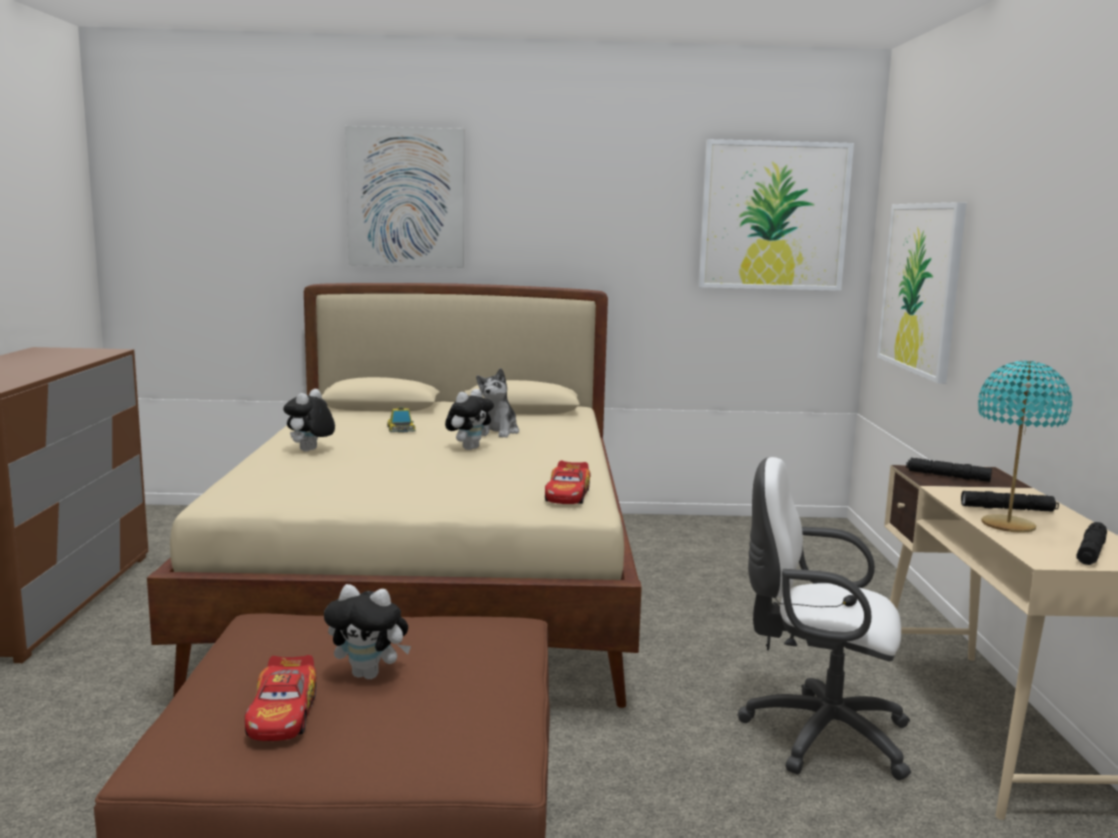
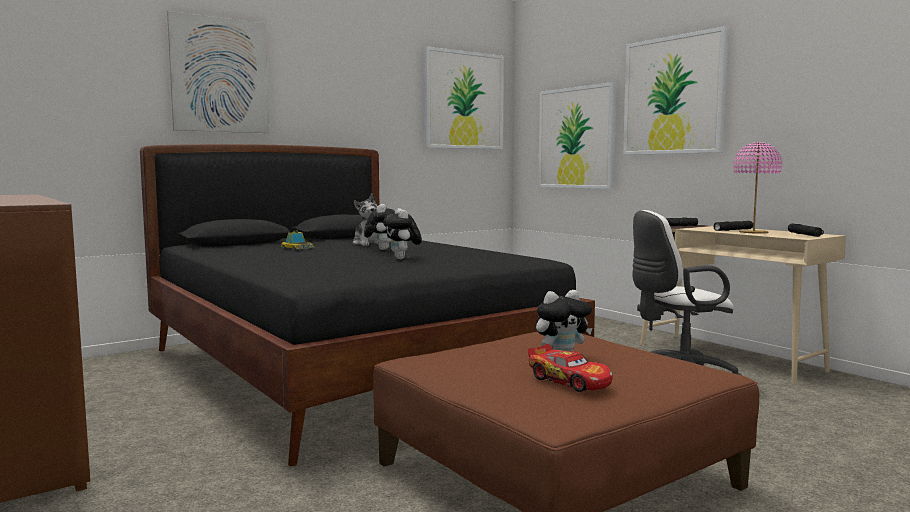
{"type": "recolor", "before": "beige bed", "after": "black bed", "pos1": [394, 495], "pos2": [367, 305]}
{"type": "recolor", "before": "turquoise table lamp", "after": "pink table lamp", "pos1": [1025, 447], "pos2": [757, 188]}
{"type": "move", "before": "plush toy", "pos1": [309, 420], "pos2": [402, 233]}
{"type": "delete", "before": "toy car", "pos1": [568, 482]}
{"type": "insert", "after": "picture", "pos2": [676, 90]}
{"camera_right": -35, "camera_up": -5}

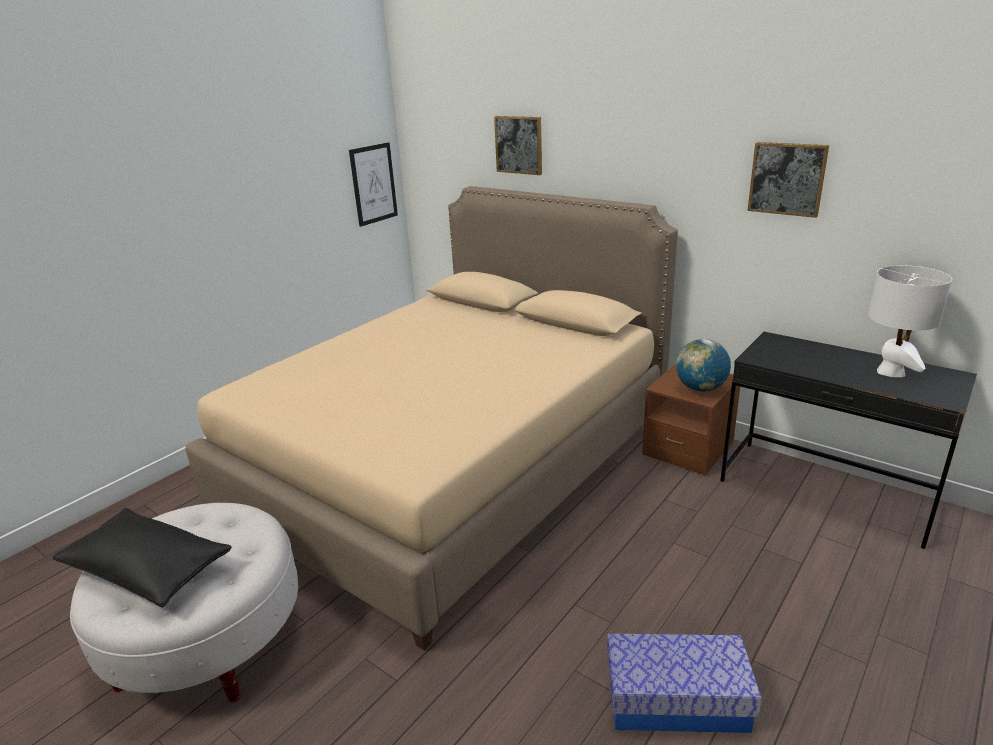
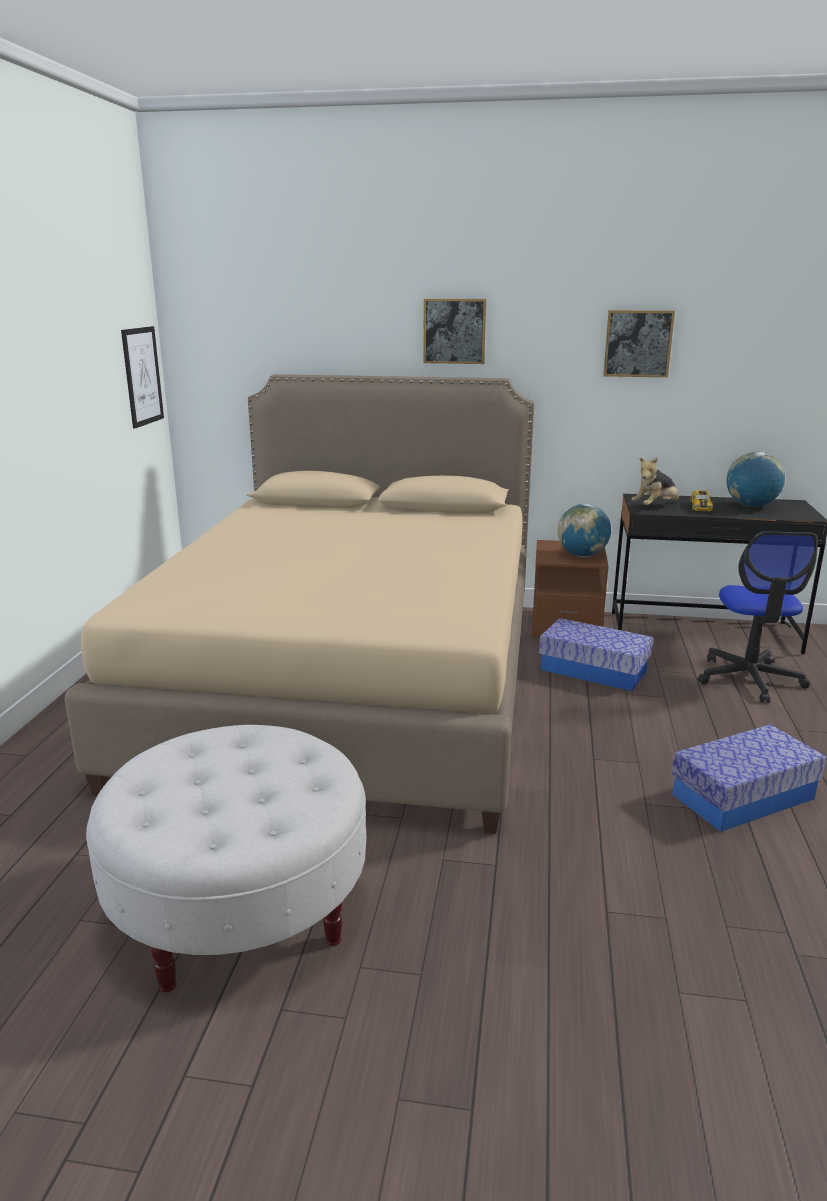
{"type": "move", "before": "picture", "pos1": [518, 145], "pos2": [454, 331]}
{"type": "replace", "before": "white table lamp", "after": "globe", "pos1": [910, 321], "pos2": [756, 479]}
{"type": "delete", "before": "black pillow", "pos1": [142, 558]}
{"type": "insert", "after": "plush toy", "pos2": [655, 481]}
{"type": "insert", "after": "toy car", "pos2": [701, 501]}
{"type": "insert", "after": "office chair", "pos2": [758, 617]}
{"type": "insert", "after": "storage box", "pos2": [596, 654]}
{"camera_right": -30, "camera_up": -5}

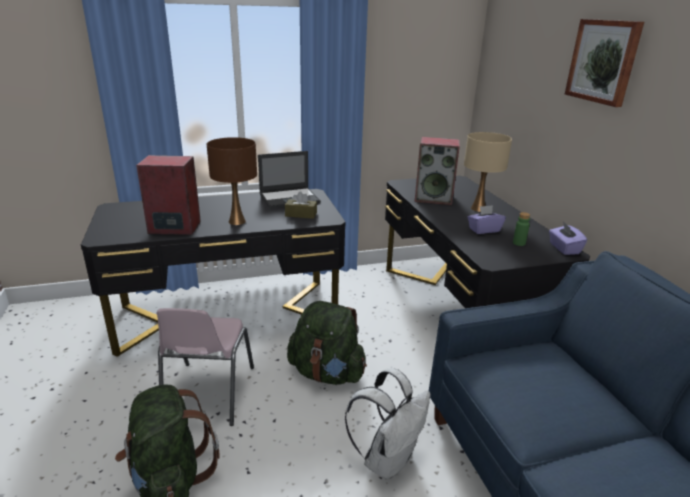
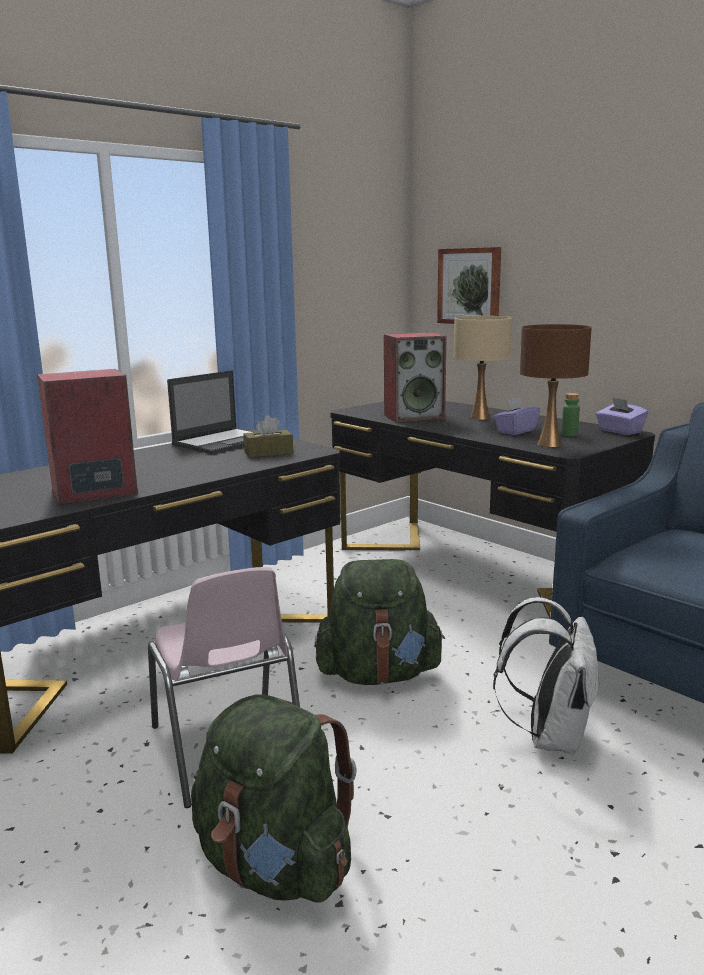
{"type": "move", "before": "picture", "pos1": [604, 63], "pos2": [469, 285]}
{"type": "move", "before": "brown table lamp", "pos1": [232, 181], "pos2": [556, 385]}
{"camera_right": -25, "camera_up": -10}

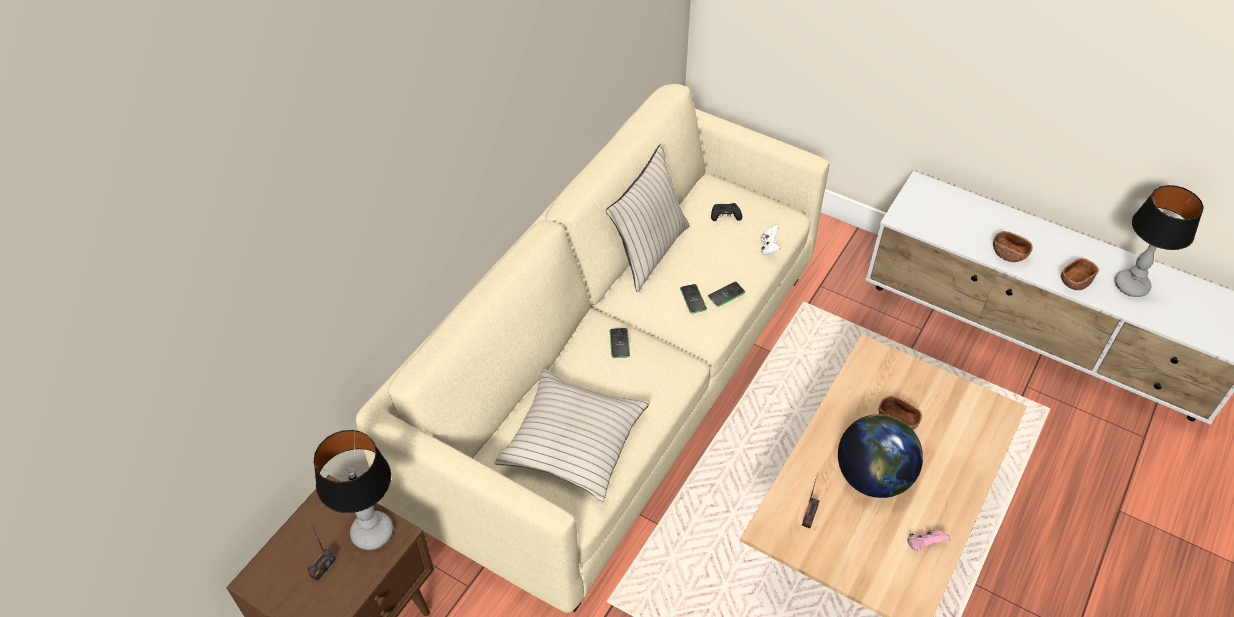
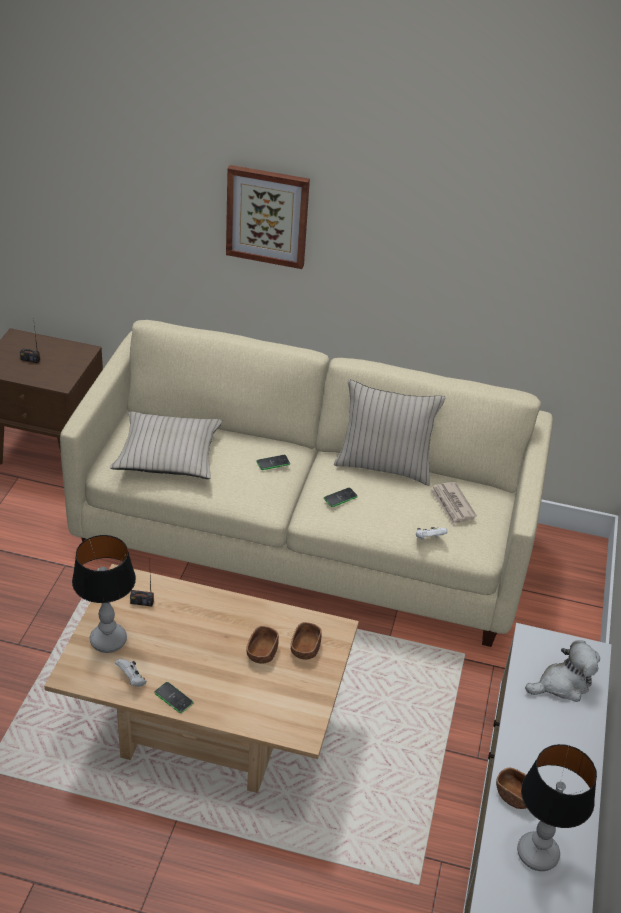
{"type": "replace", "before": "black game controller", "after": "newspaper", "pos1": [726, 212], "pos2": [453, 503]}
{"type": "move", "before": "brown bowl", "pos1": [1012, 246], "pos2": [306, 641]}
{"type": "move", "before": "phone", "pos1": [726, 294], "pos2": [173, 697]}
{"type": "delete", "before": "globe", "pos1": [880, 456]}
{"type": "move", "before": "table lamp", "pos1": [353, 490], "pos2": [104, 594]}
{"type": "recolor", "before": "pink game controller", "after": "white game controller", "pos1": [928, 540], "pos2": [130, 673]}
{"type": "insert", "after": "picture", "pos2": [268, 217]}
{"type": "insert", "after": "plush toy", "pos2": [562, 671]}
{"camera_right": 70, "camera_up": -10}

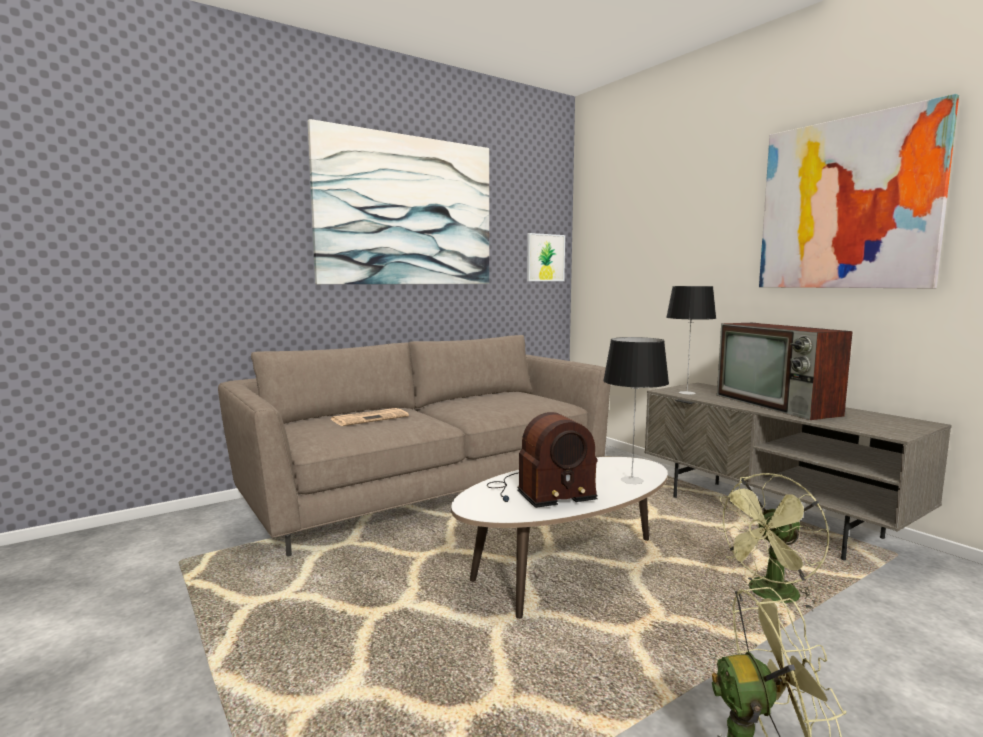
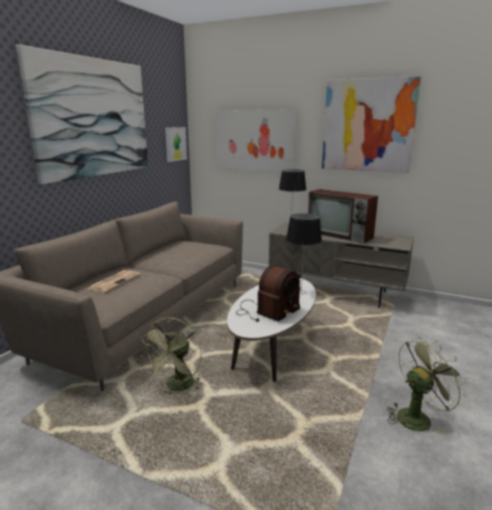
{"type": "move", "before": "green fan", "pos1": [771, 542], "pos2": [171, 354]}
{"type": "insert", "after": "picture", "pos2": [256, 140]}
{"camera_right": -30, "camera_up": 10}

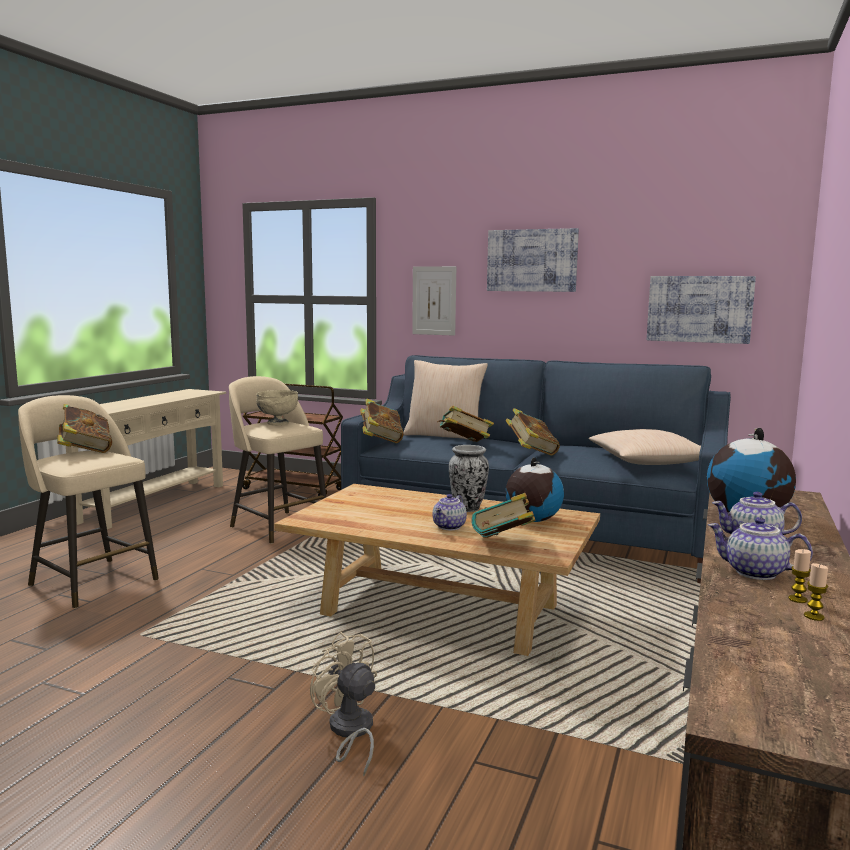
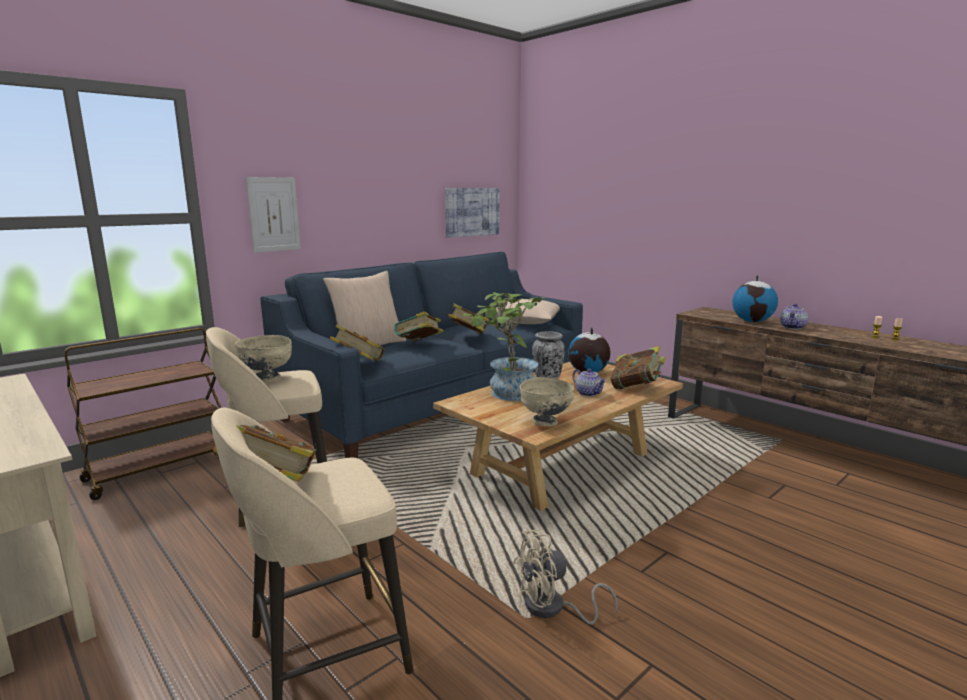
{"type": "delete", "before": "picture", "pos1": [533, 260]}
{"type": "delete", "before": "teapot", "pos1": [760, 548]}
{"type": "move", "before": "beige fan", "pos1": [343, 704], "pos2": [565, 577]}
{"type": "insert", "after": "potted plant", "pos2": [505, 346]}
{"type": "insert", "after": "beige bowl", "pos2": [547, 402]}
{"camera_right": -65, "camera_up": 5}

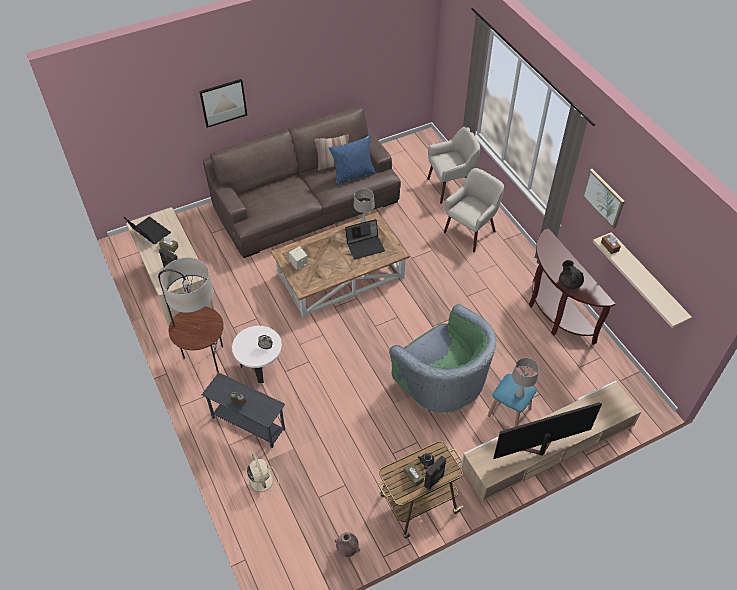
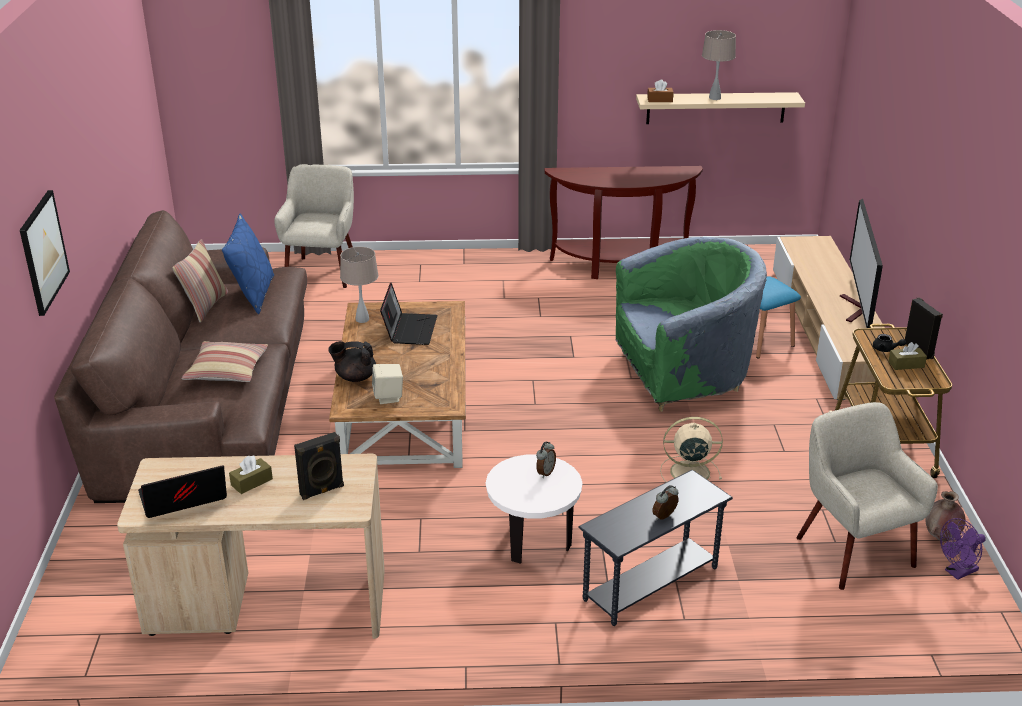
{"type": "move", "before": "beige armchair", "pos1": [474, 210], "pos2": [867, 496]}
{"type": "delete", "before": "picture", "pos1": [603, 199]}
{"type": "delete", "before": "floor lamp", "pos1": [191, 315]}
{"type": "move", "before": "black teapot", "pos1": [571, 274], "pos2": [352, 361]}
{"type": "move", "before": "beige table lamp", "pos1": [525, 378], "pos2": [719, 65]}
{"type": "move", "before": "beige fan", "pos1": [260, 476], "pos2": [691, 449]}
{"type": "insert", "after": "pillow", "pos2": [225, 361]}
{"type": "insert", "after": "purple fan", "pos2": [963, 549]}
{"camera_right": -65, "camera_up": -20}

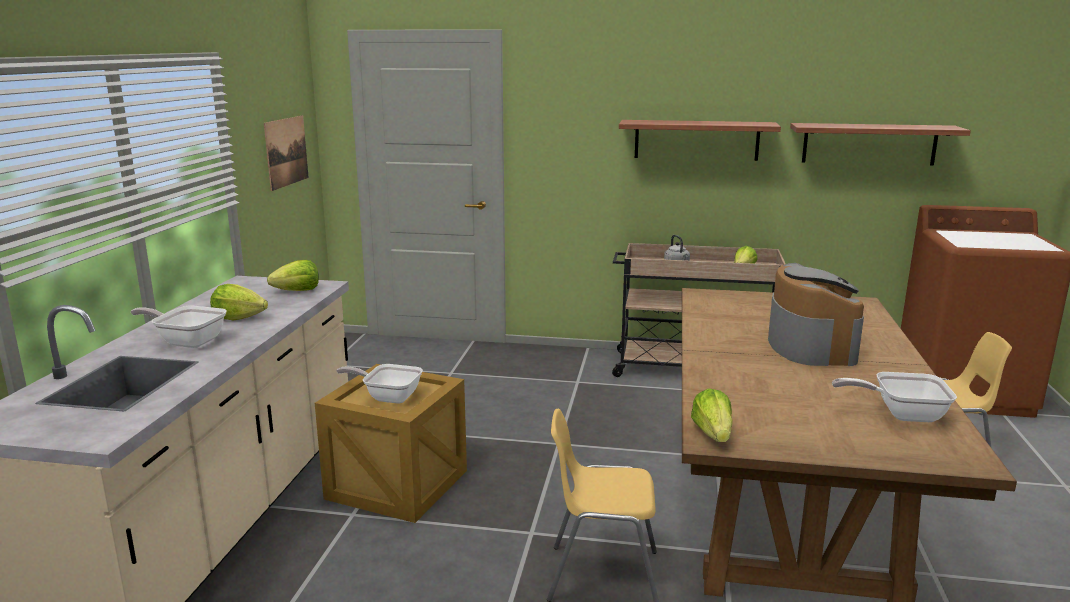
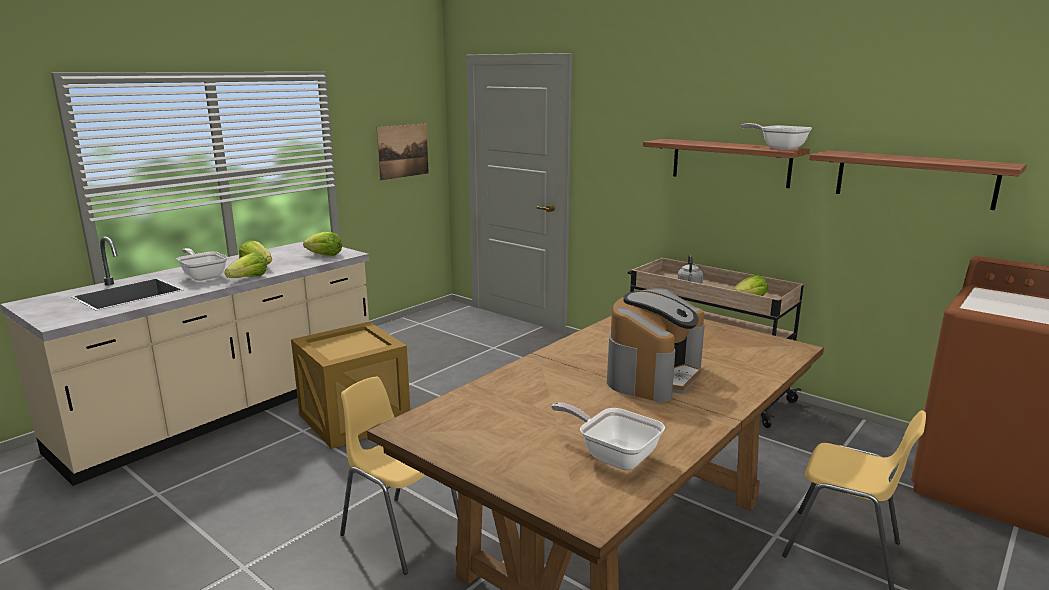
{"type": "move", "before": "frying pan", "pos1": [379, 384], "pos2": [776, 136]}
{"type": "move", "before": "lettuce", "pos1": [712, 415], "pos2": [246, 265]}
{"camera_right": 30, "camera_up": 0}

